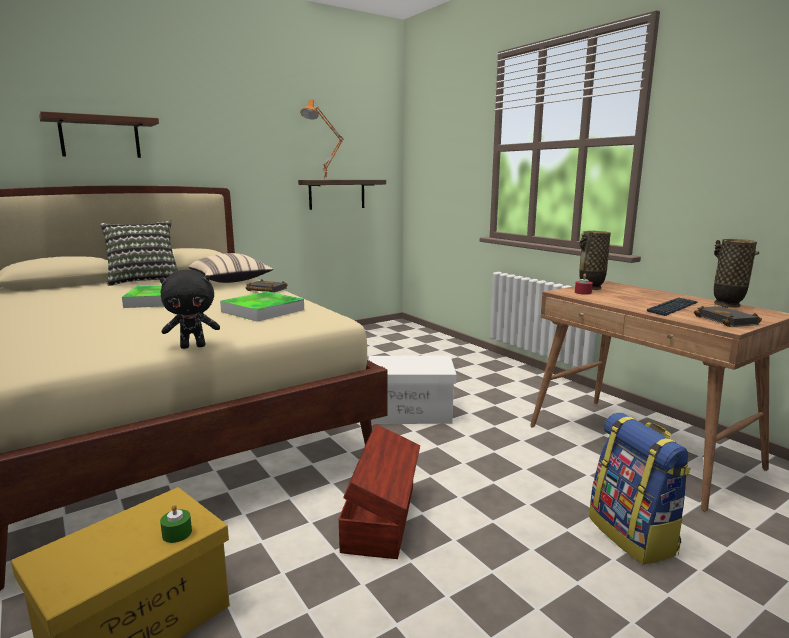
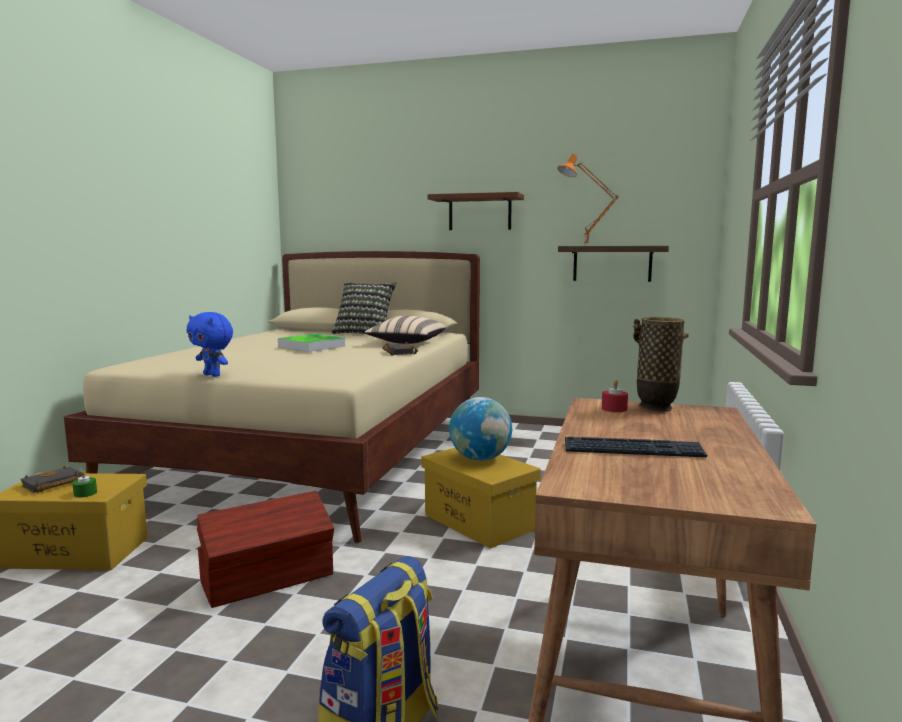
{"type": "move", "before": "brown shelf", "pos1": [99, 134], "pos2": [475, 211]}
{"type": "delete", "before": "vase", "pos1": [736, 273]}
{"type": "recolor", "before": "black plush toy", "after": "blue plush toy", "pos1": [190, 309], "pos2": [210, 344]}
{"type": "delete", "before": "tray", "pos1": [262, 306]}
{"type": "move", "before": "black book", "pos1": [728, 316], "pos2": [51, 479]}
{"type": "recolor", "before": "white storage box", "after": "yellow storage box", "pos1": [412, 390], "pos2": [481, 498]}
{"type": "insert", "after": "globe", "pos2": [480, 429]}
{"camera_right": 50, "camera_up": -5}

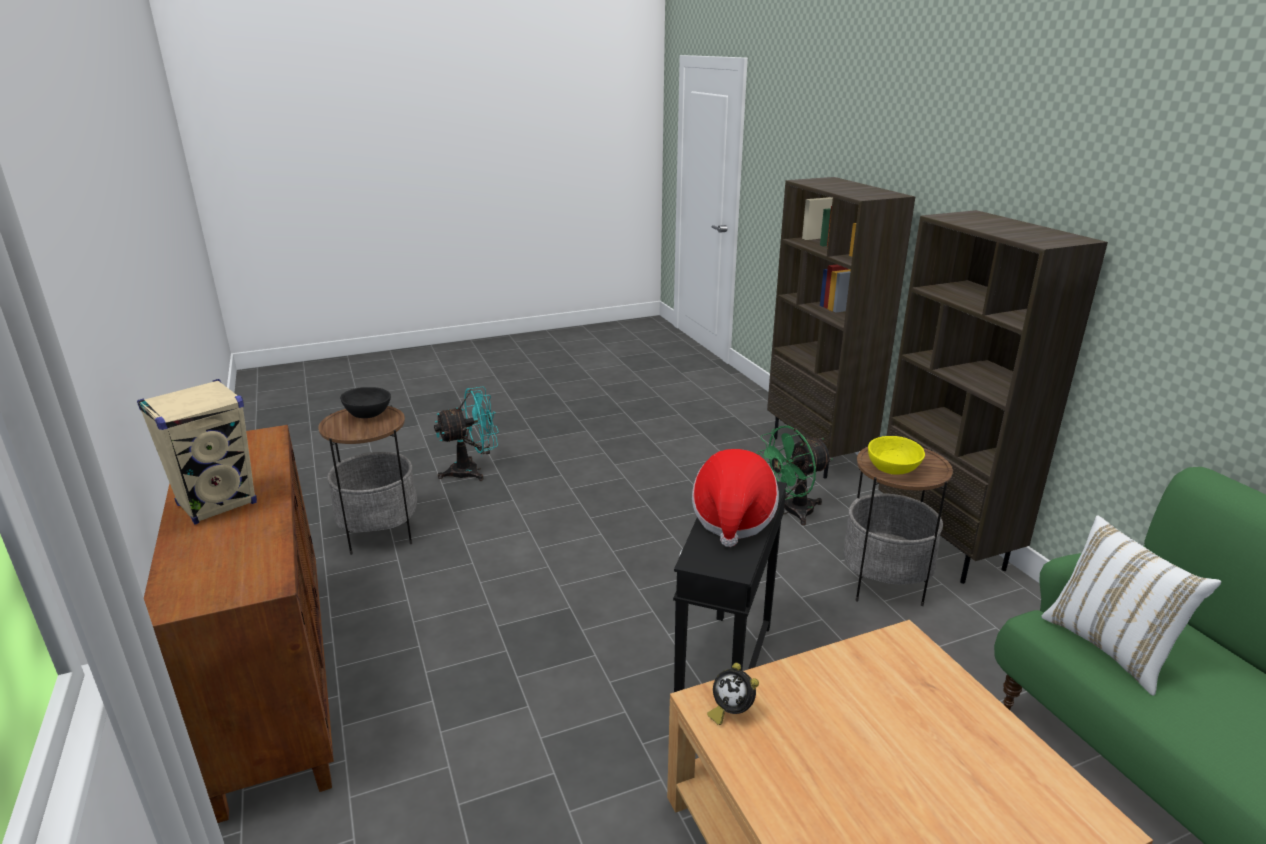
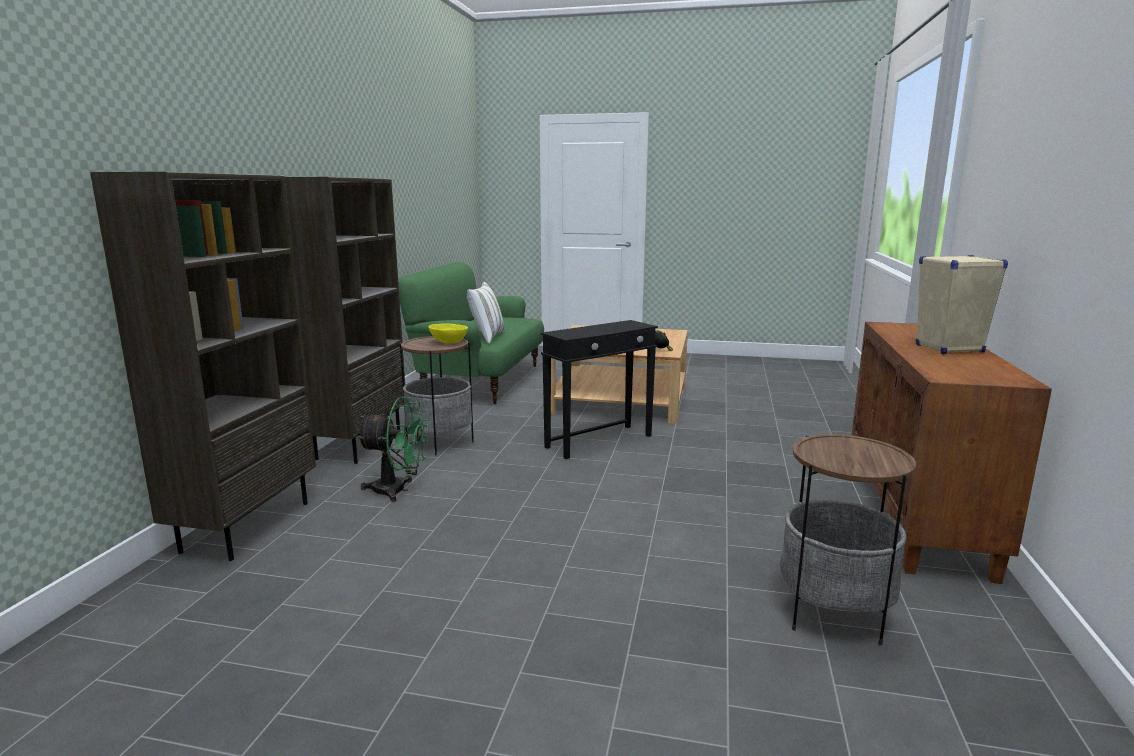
{"type": "delete", "before": "turquoise fan", "pos1": [466, 433]}
{"type": "delete", "before": "black bowl", "pos1": [365, 402]}
{"type": "delete", "before": "hat", "pos1": [735, 498]}
{"camera_right": -145, "camera_up": -10}

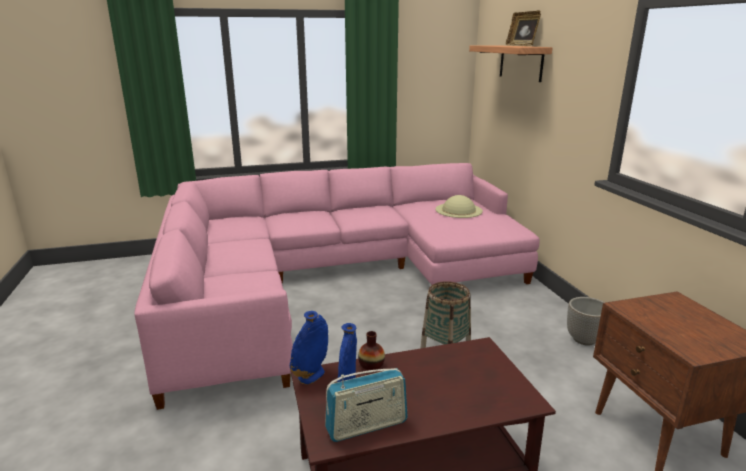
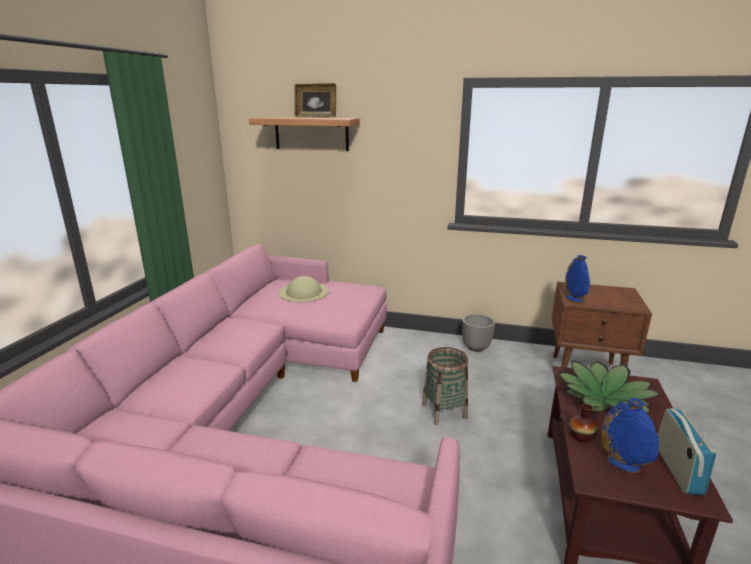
{"type": "move", "before": "blue vase", "pos1": [309, 347], "pos2": [577, 279]}
{"type": "insert", "after": "potted plant", "pos2": [609, 386]}
{"camera_right": -60, "camera_up": 0}

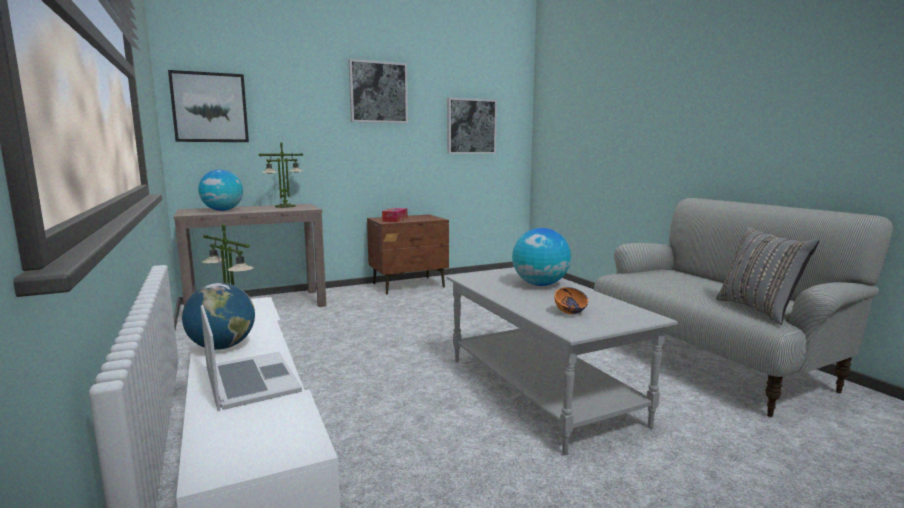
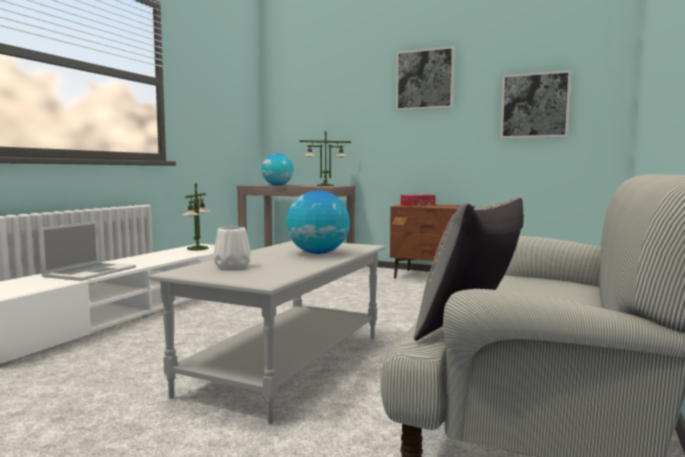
{"type": "delete", "before": "picture", "pos1": [208, 106]}
{"type": "delete", "before": "globe", "pos1": [218, 316]}
{"type": "replace", "before": "orange bowl", "after": "white vase", "pos1": [571, 300], "pos2": [232, 248]}
{"camera_right": 50, "camera_up": -5}

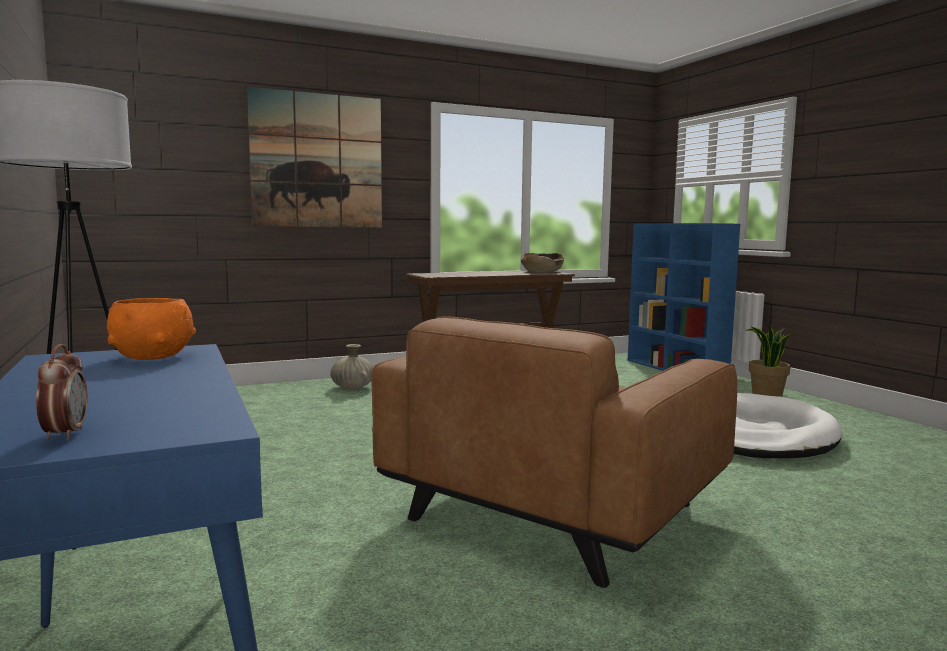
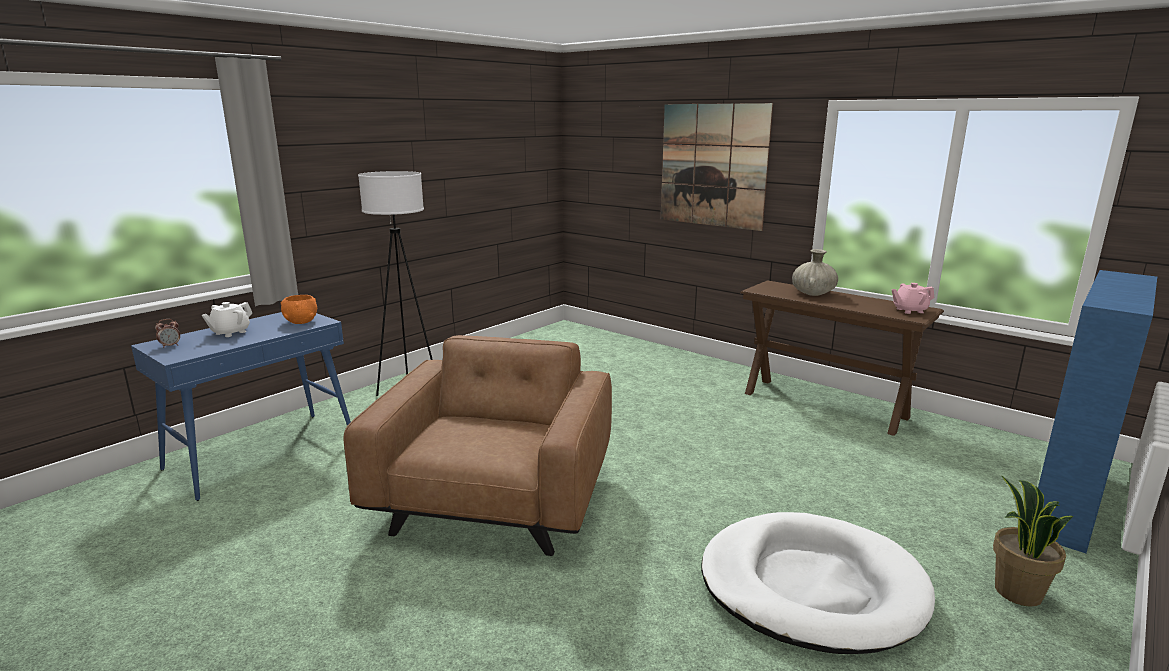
{"type": "replace", "before": "brown bowl", "after": "pink teapot", "pos1": [542, 262], "pos2": [913, 298]}
{"type": "rotate", "before": "brown armchair", "pos1": [554, 452], "pos2": [478, 445], "turn": 90}
{"type": "move", "before": "beige vase", "pos1": [352, 367], "pos2": [815, 272]}
{"type": "insert", "after": "white teapot", "pos2": [227, 319]}
{"camera_right": 65, "camera_up": 10}

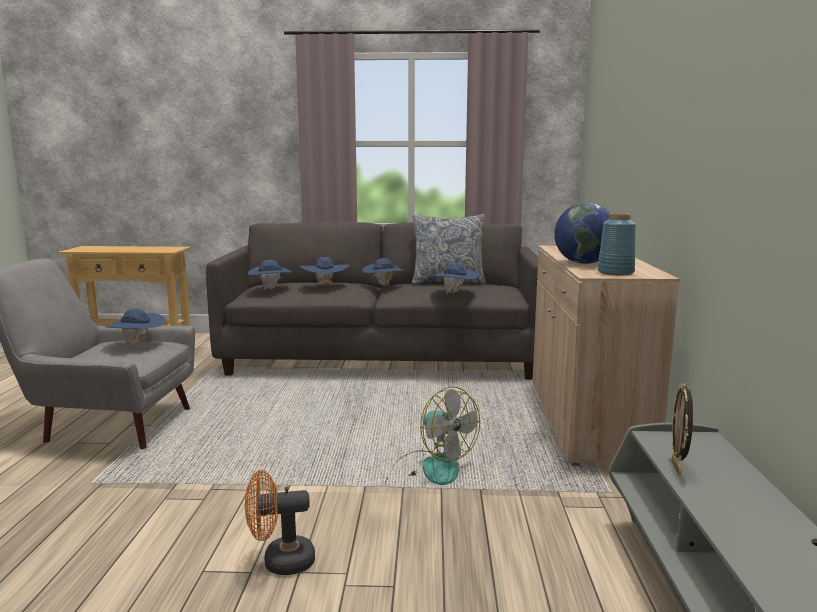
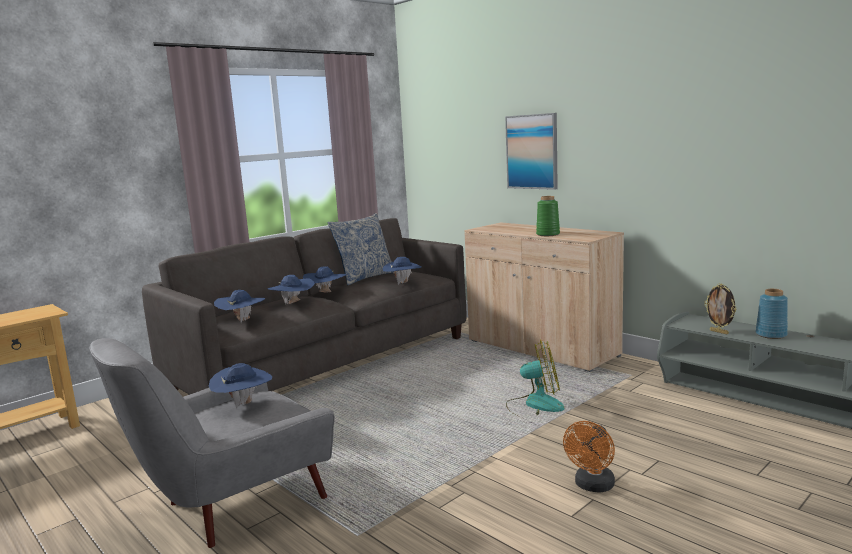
{"type": "replace", "before": "globe", "after": "green vase", "pos1": [582, 233], "pos2": [548, 216]}
{"type": "move", "before": "blue vase", "pos1": [616, 244], "pos2": [771, 314]}
{"type": "insert", "after": "picture", "pos2": [531, 151]}
{"camera_right": -45, "camera_up": 0}

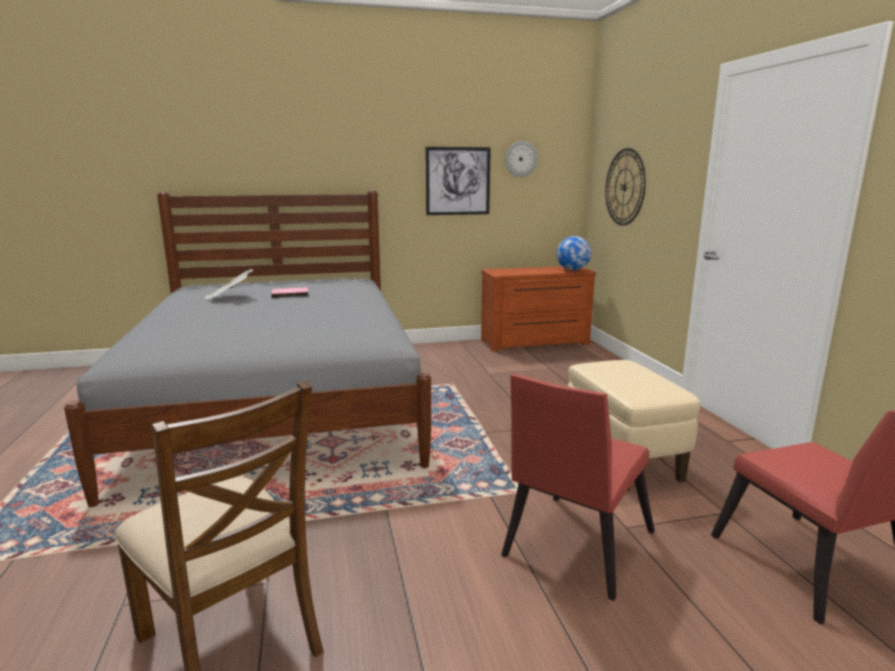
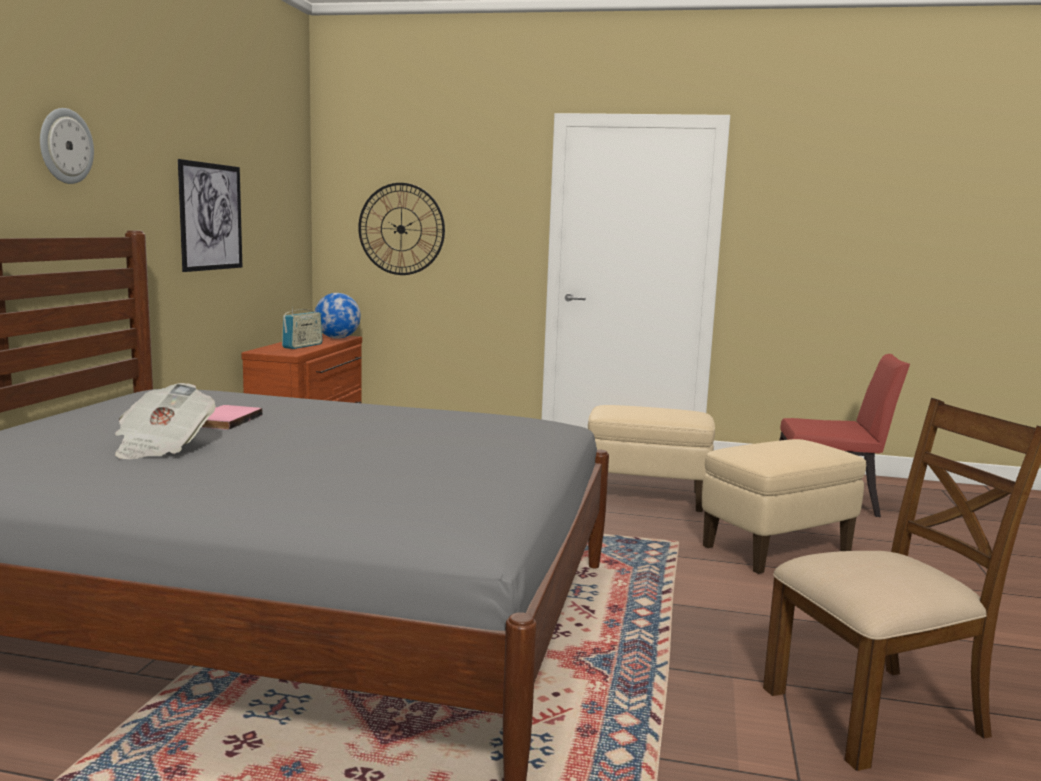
{"type": "move", "before": "wall clock", "pos1": [521, 159], "pos2": [67, 146]}
{"type": "replace", "before": "red chair", "after": "beige ottoman", "pos1": [578, 487], "pos2": [784, 506]}
{"type": "insert", "after": "radio", "pos2": [302, 328]}
{"camera_right": -65, "camera_up": -5}

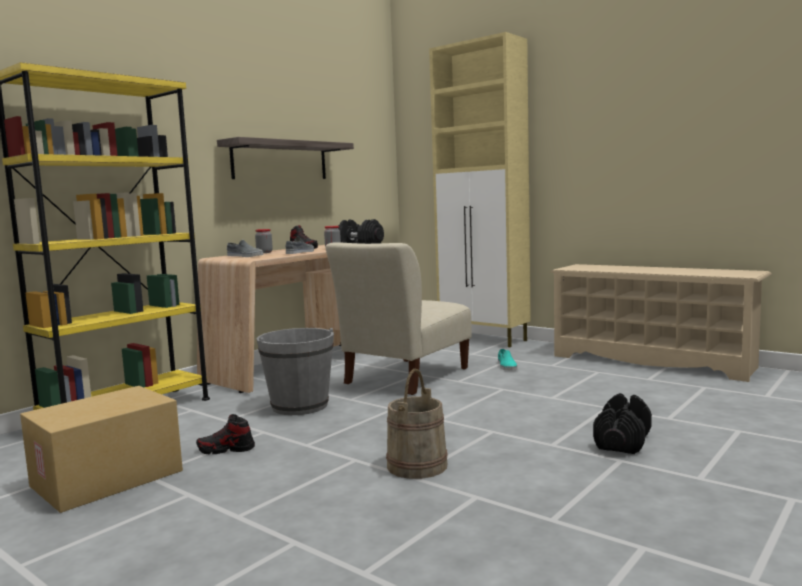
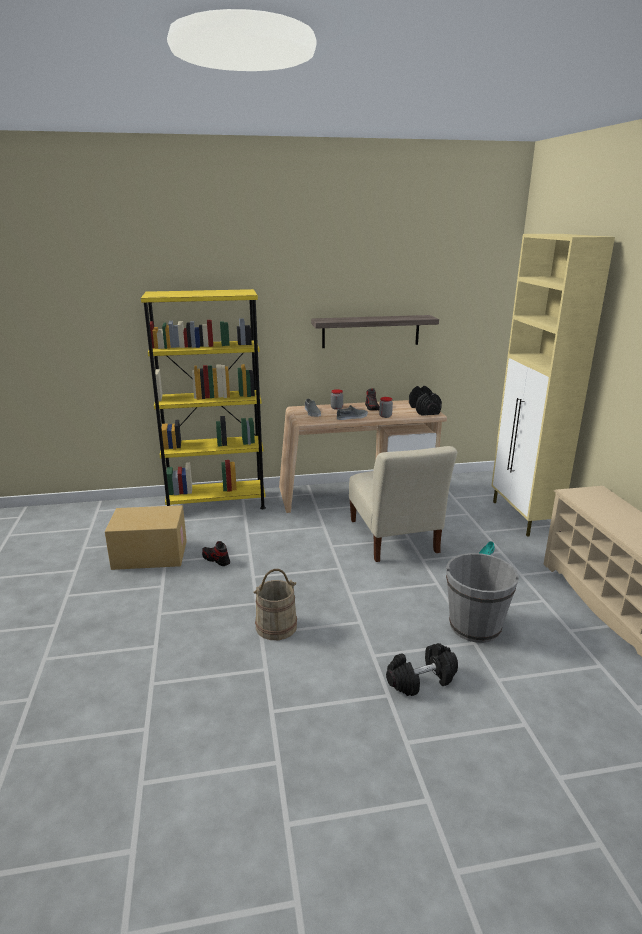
{"type": "rotate", "before": "beige chair", "pos1": [398, 318], "pos2": [403, 504], "turn": -90}
{"type": "move", "before": "grey bucket", "pos1": [295, 371], "pos2": [482, 598]}
{"camera_right": 40, "camera_up": 15}

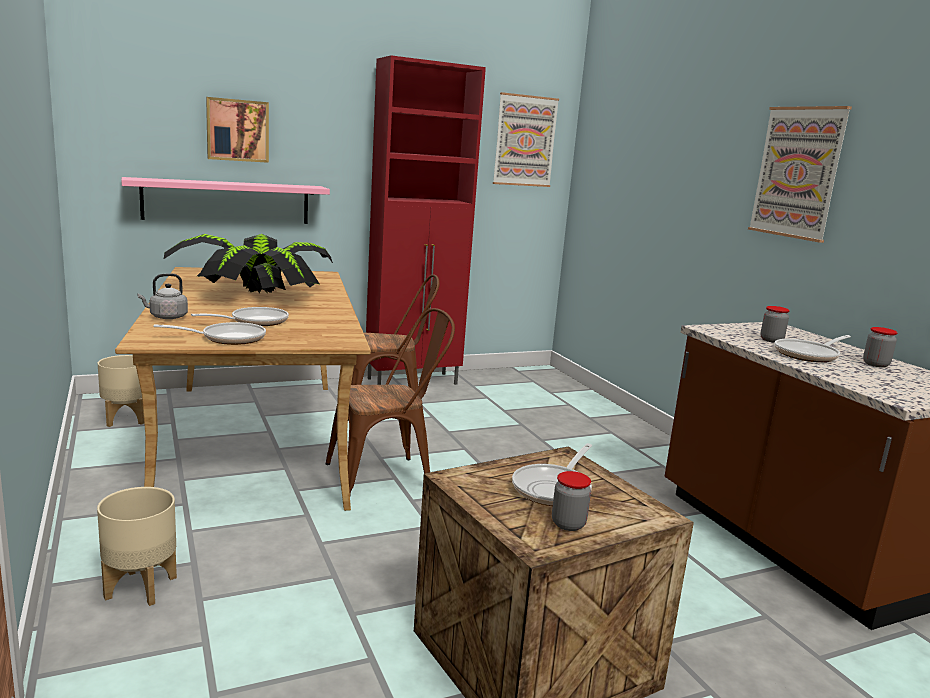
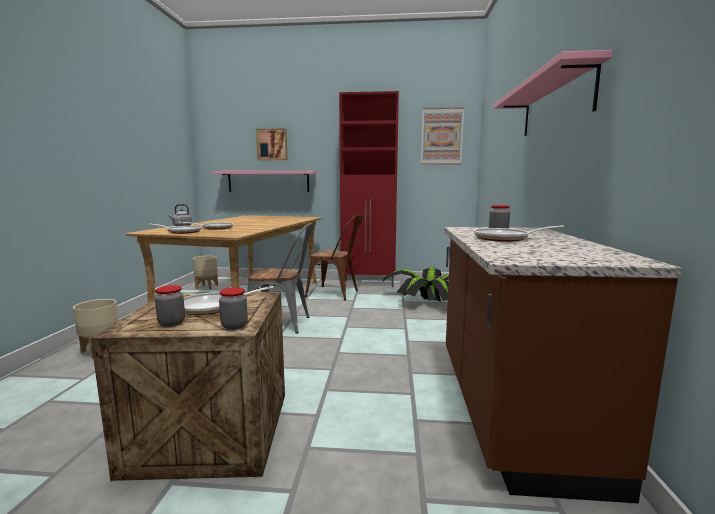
{"type": "replace", "before": "picture", "after": "pink shelf", "pos1": [800, 174], "pos2": [553, 93]}
{"type": "move", "before": "potted plant", "pos1": [248, 264], "pos2": [416, 284]}
{"type": "recolor", "before": "brown chair", "after": "grey chair", "pos1": [390, 401], "pos2": [280, 278]}
{"type": "move", "before": "jar", "pos1": [880, 347], "pos2": [233, 308]}
{"camera_right": 30, "camera_up": -5}

